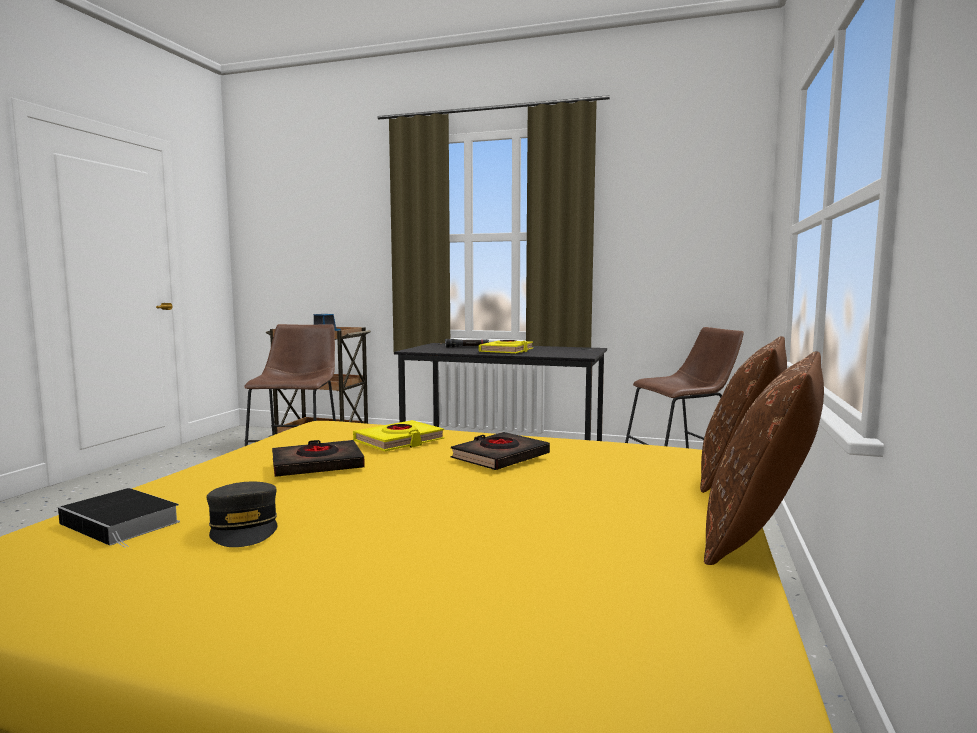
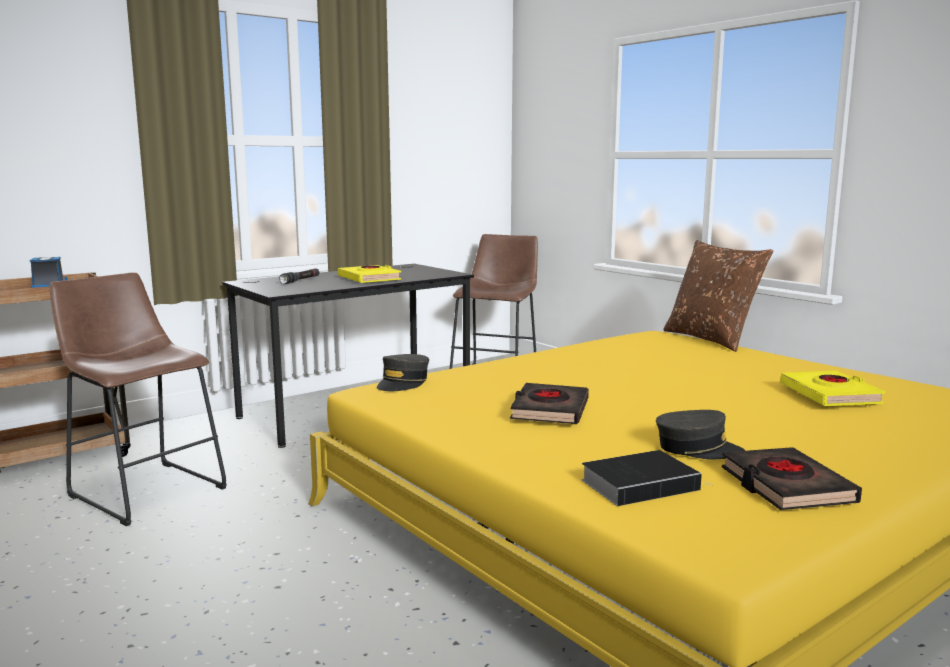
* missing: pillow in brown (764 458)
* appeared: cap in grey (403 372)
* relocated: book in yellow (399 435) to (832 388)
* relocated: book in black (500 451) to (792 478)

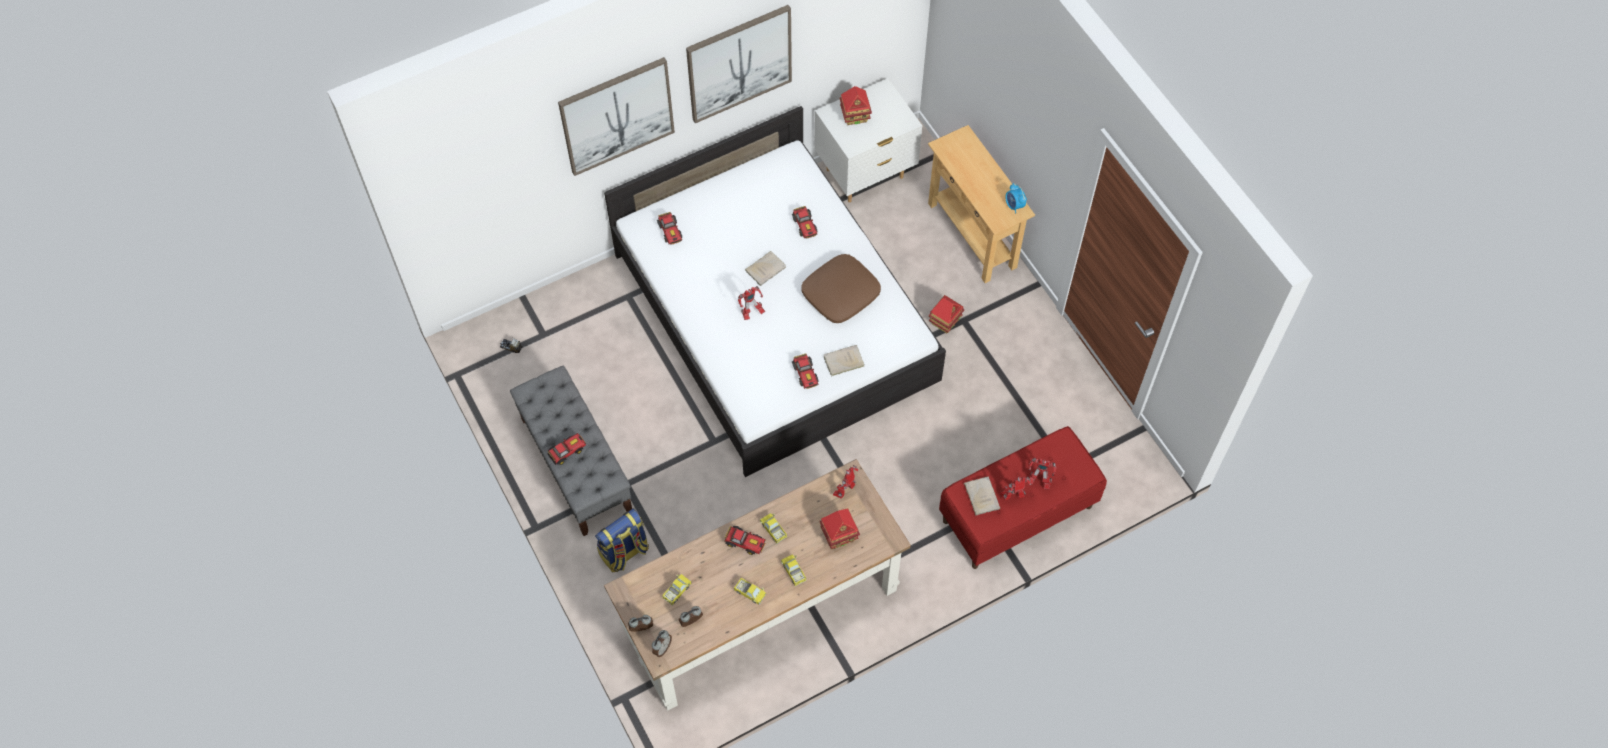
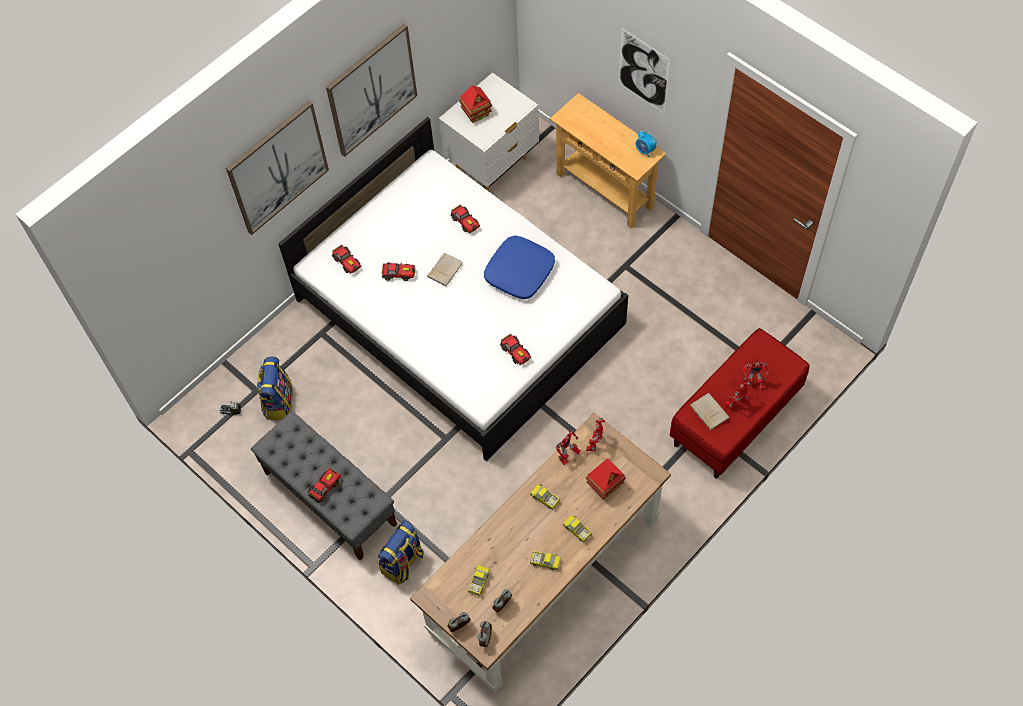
* missing: book in beige (844 361)
* missing: toy house (946 314)
* appeared: backpack (275 388)
* appeared: picture (644 70)
* relocated: toy car (745 540) to (399 271)
* relocated: toy robot (751 303) to (568 447)
* colour: pillow in brown (841 288) to pillow in blue (519 267)

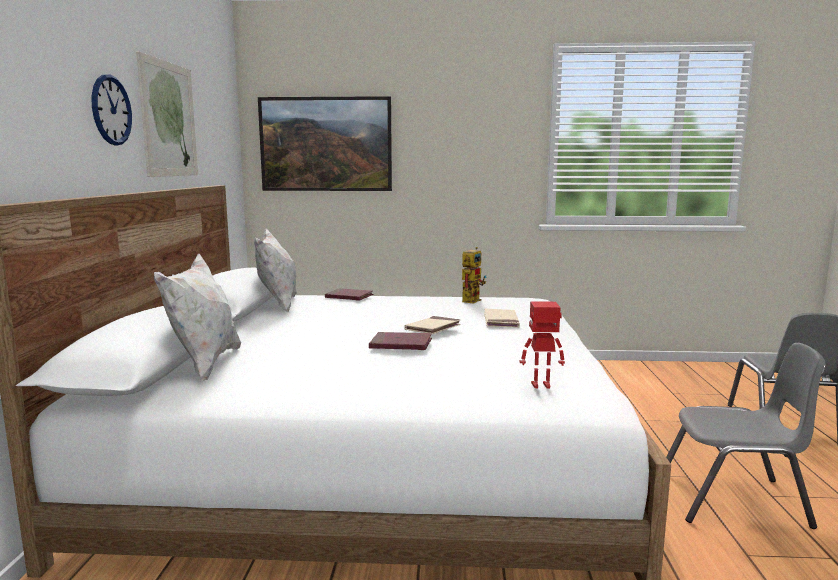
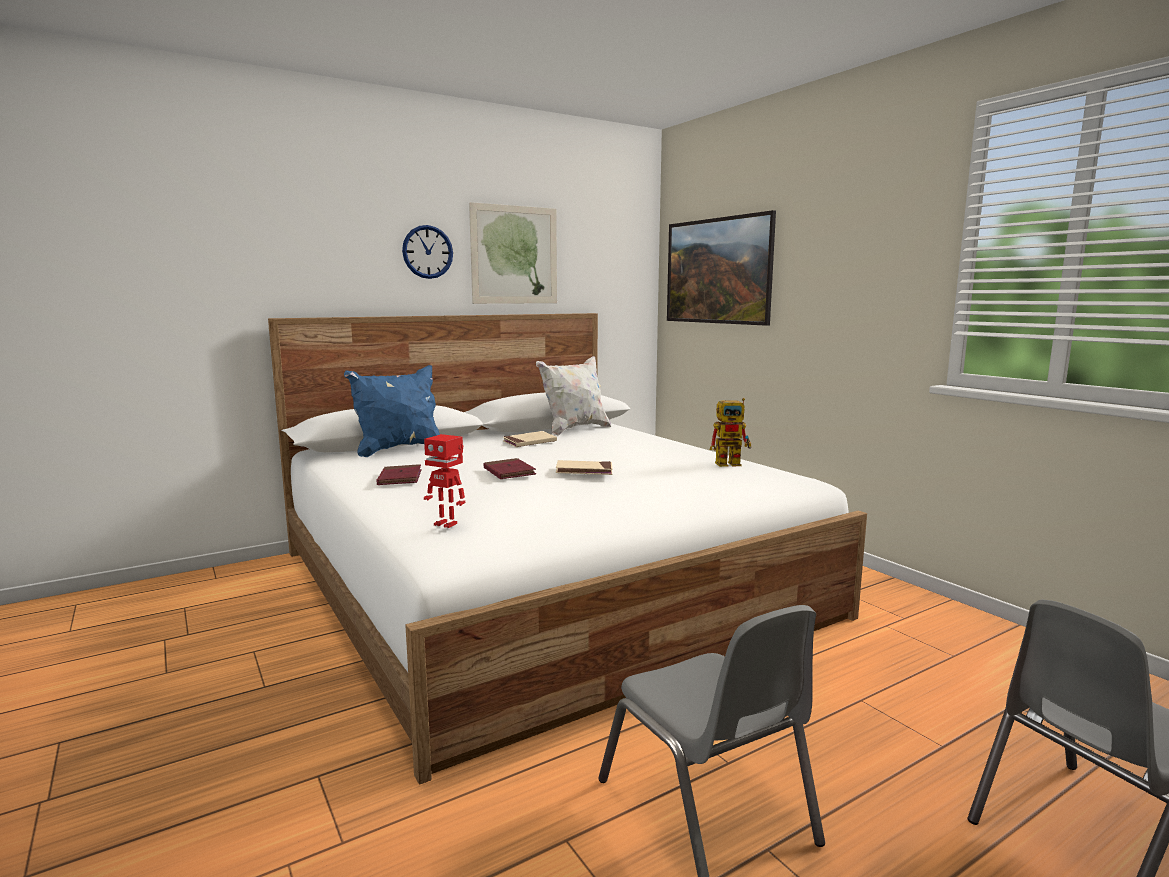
* relocated: book in red (349 294) to (399 474)
* relocated: book in beige (502 318) to (530 439)
* colour: pillow in white (197 317) to pillow in blue (392 411)
* spun: toy robot (542 345) = (444 481) 150 degrees clockwise

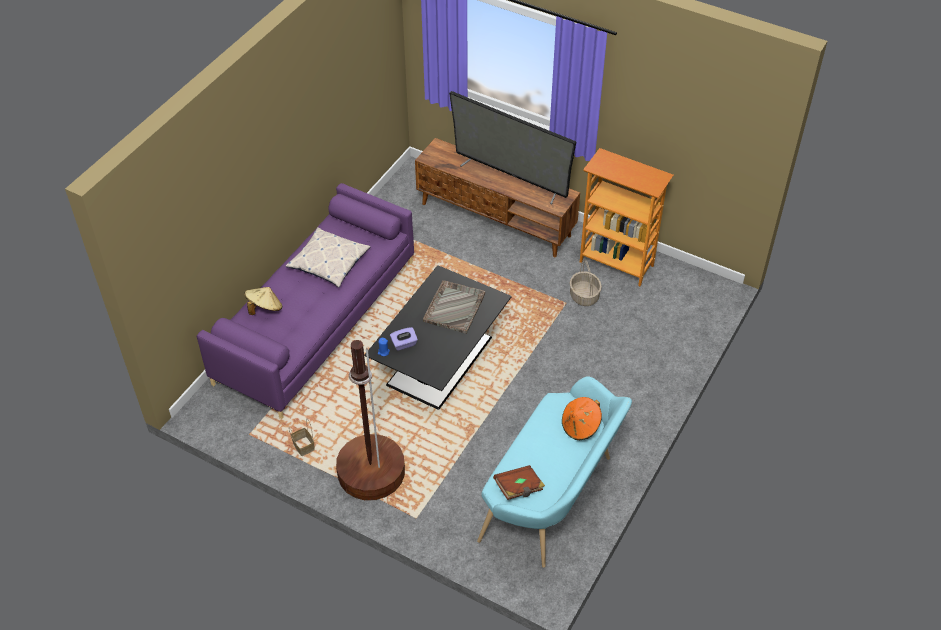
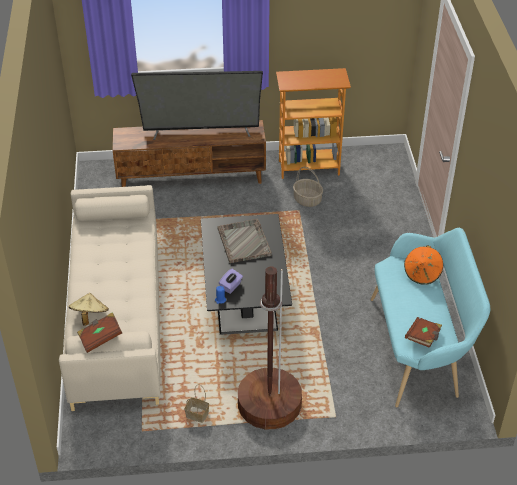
* missing: pillow (328 257)
* appeared: book in brown (99 332)
* colour: sofa in purple (305 301) to sofa in beige (109 298)

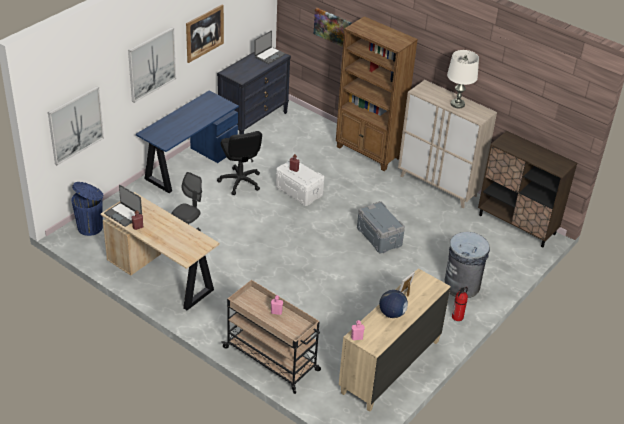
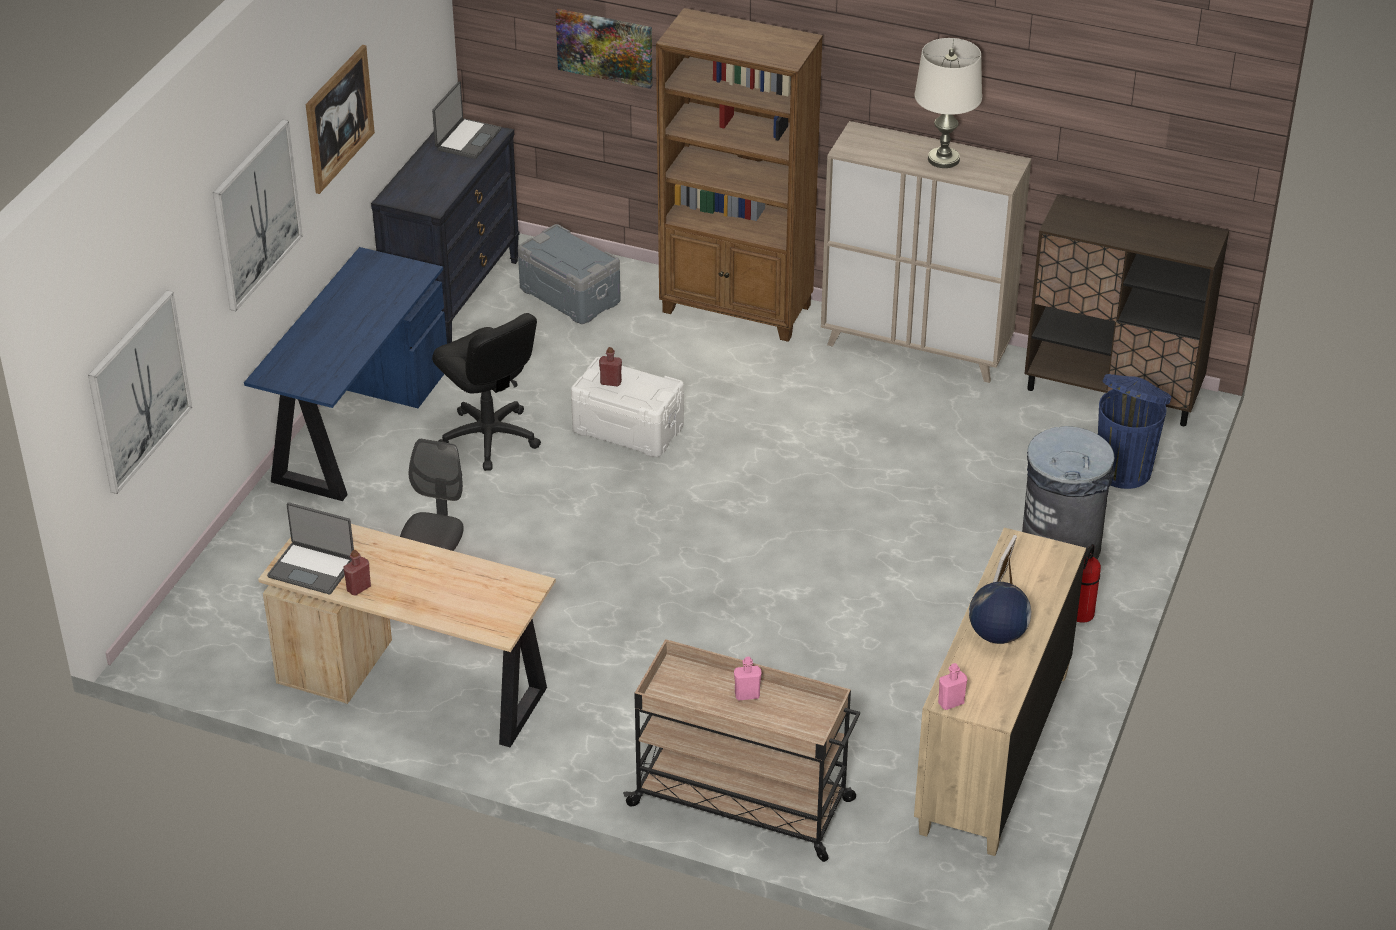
* relocated: trash can in blue (87 209) to (1135 431)
* relocated: storage box in grey (381 227) to (569 274)

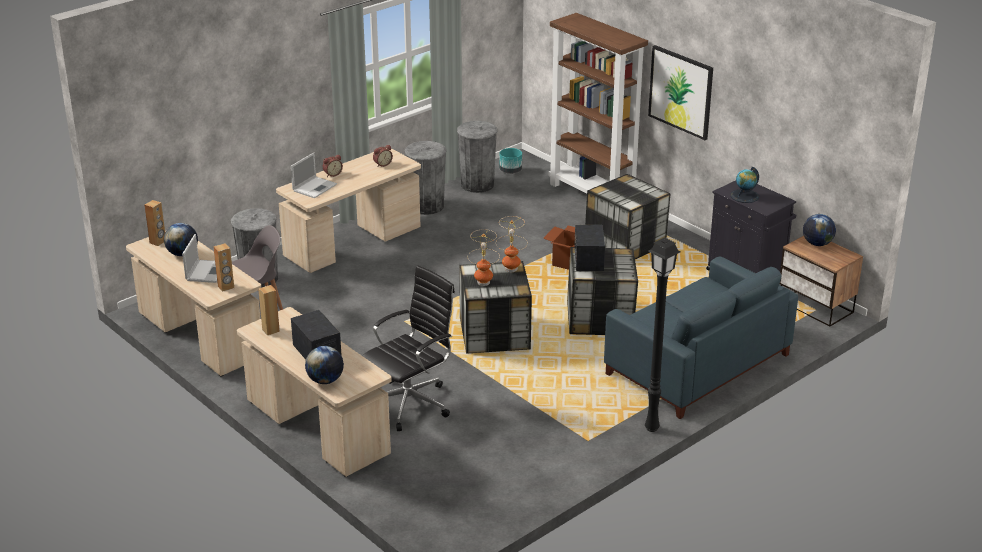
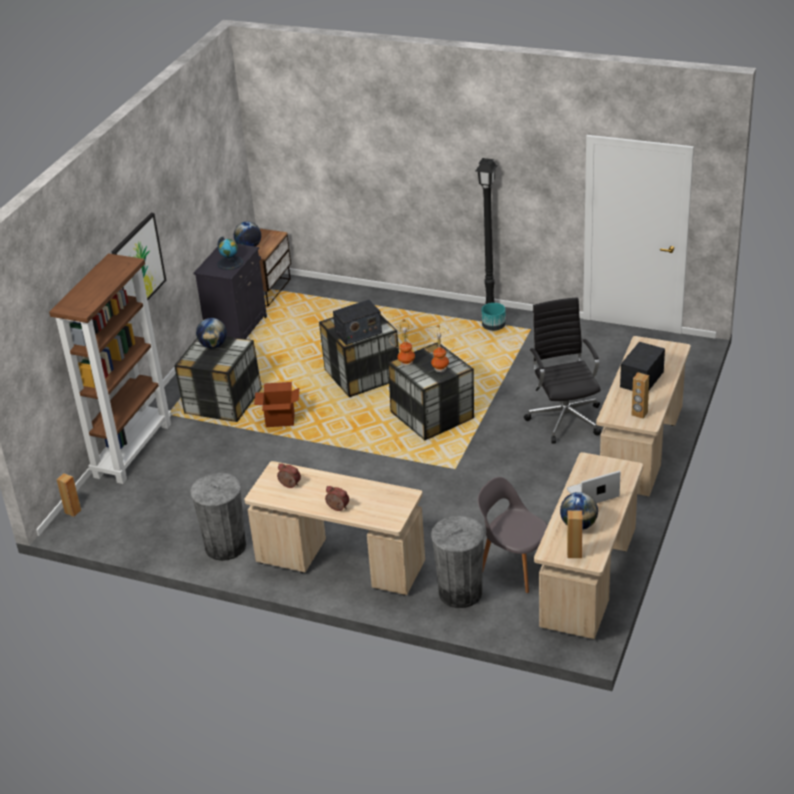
* missing: laptop (314 175)
* missing: trash can in grey (477 157)
* missing: sofa in blue (701 337)
* relocated: speaker in brown (223 267) to (69 495)
* relocated: globe (324 365) to (211 333)
* relocated: planter in turquoise (510 161) to (493 317)
* spun: office chair in black (408 348) = (562 370) 60 degrees clockwise

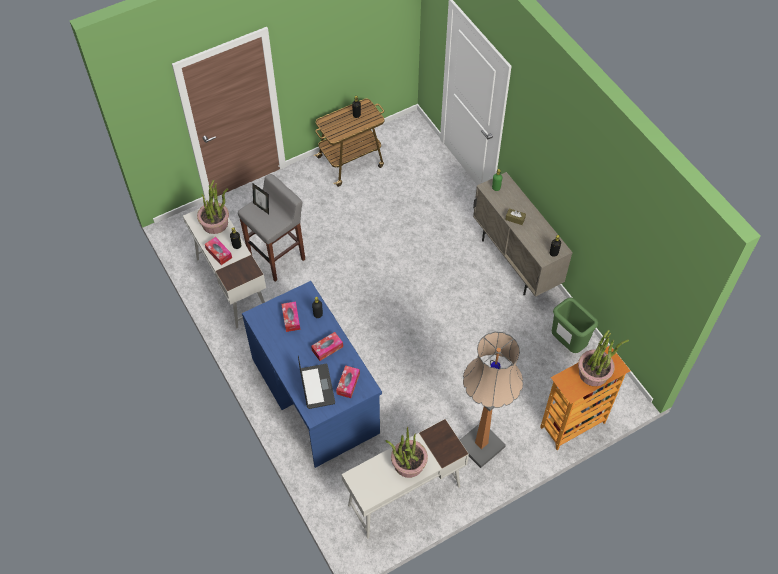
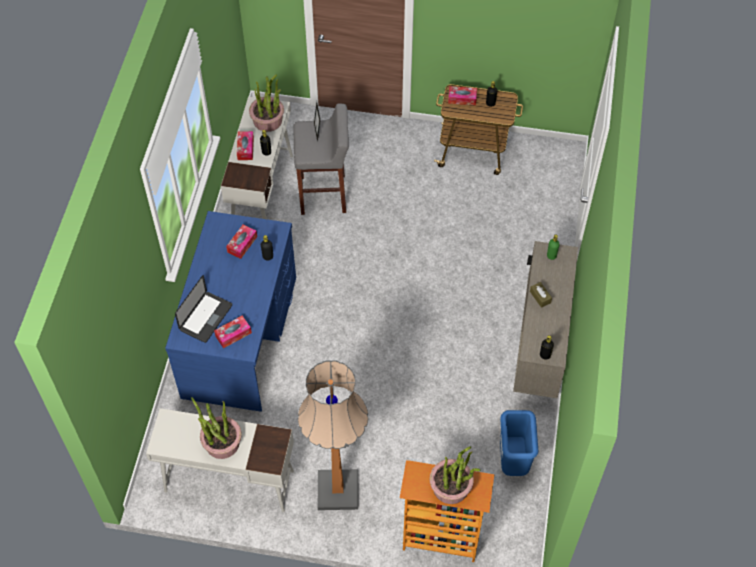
* relocated: tissue box (327 346) to (462 95)
* colour: trash can in green (575 325) to trash can in blue (519 443)

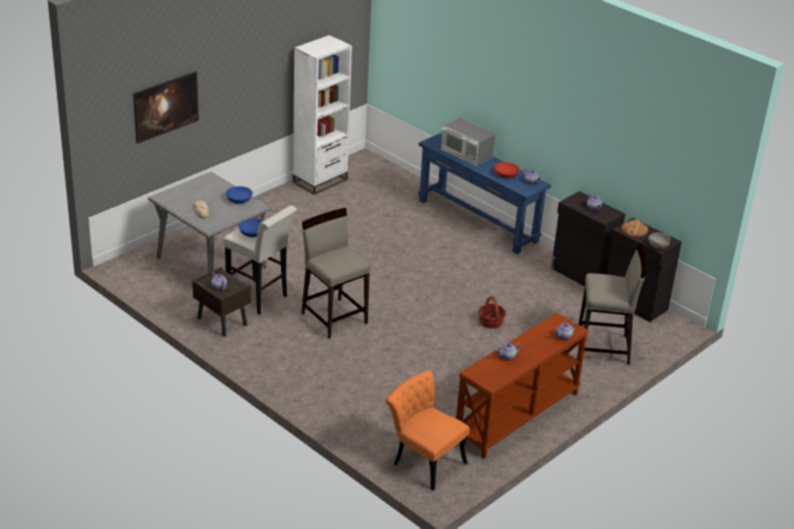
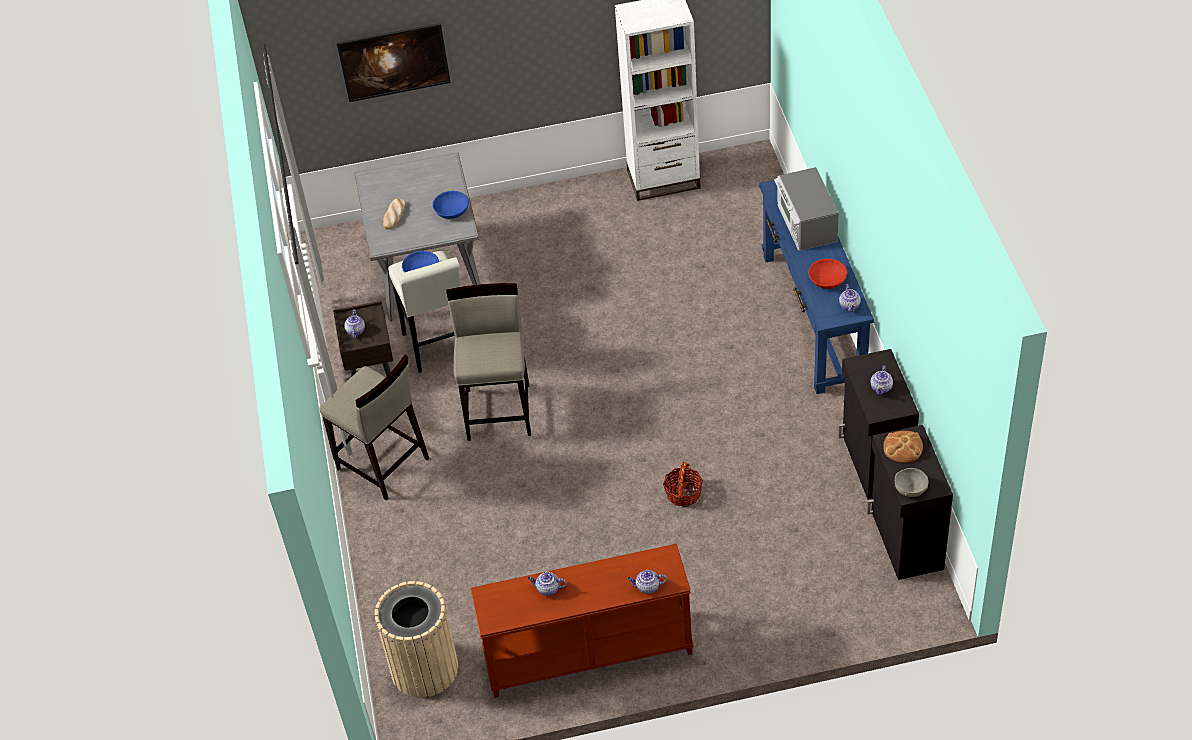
* relocated: stool in beige (613 304) to (374 428)
* exchanged: chair in orange (427 430) to trash can in beige (416 639)

